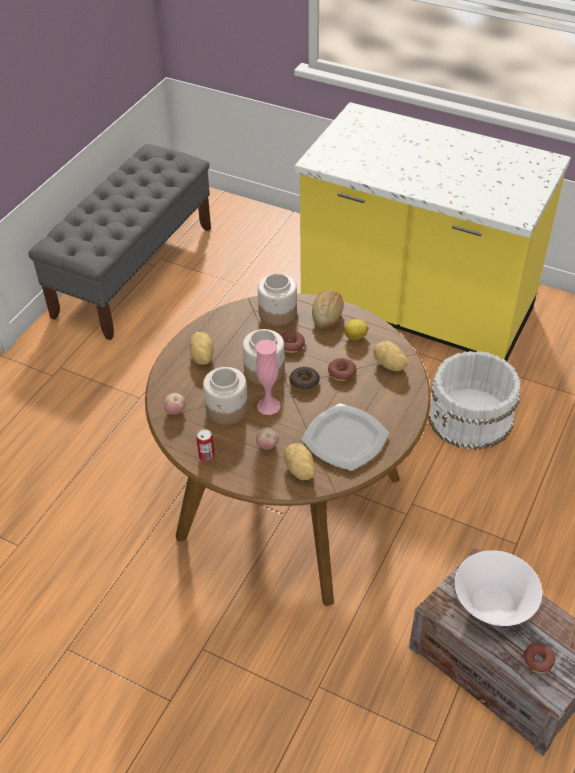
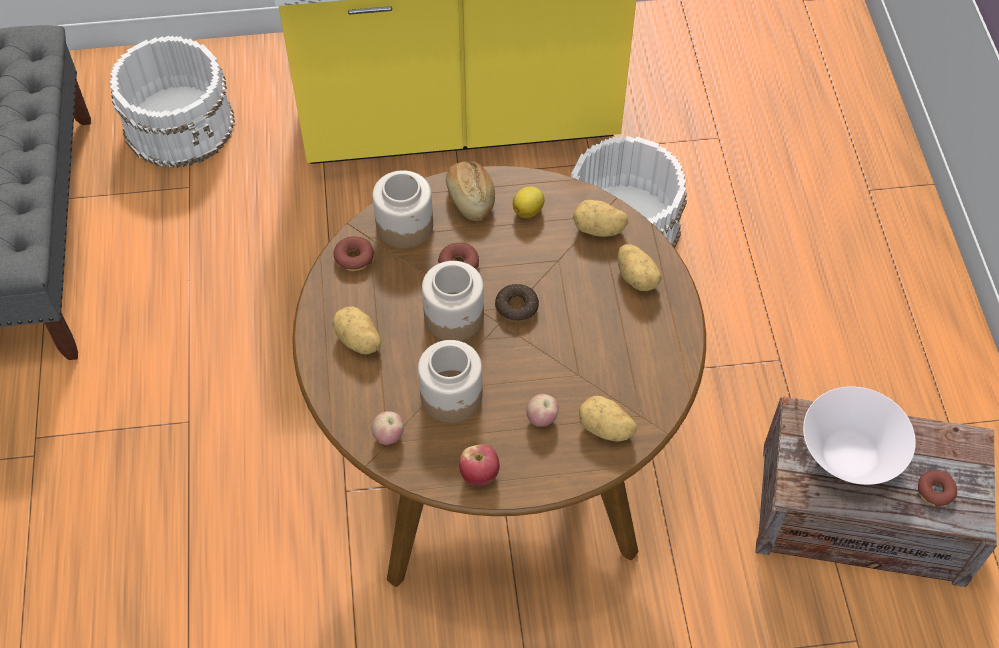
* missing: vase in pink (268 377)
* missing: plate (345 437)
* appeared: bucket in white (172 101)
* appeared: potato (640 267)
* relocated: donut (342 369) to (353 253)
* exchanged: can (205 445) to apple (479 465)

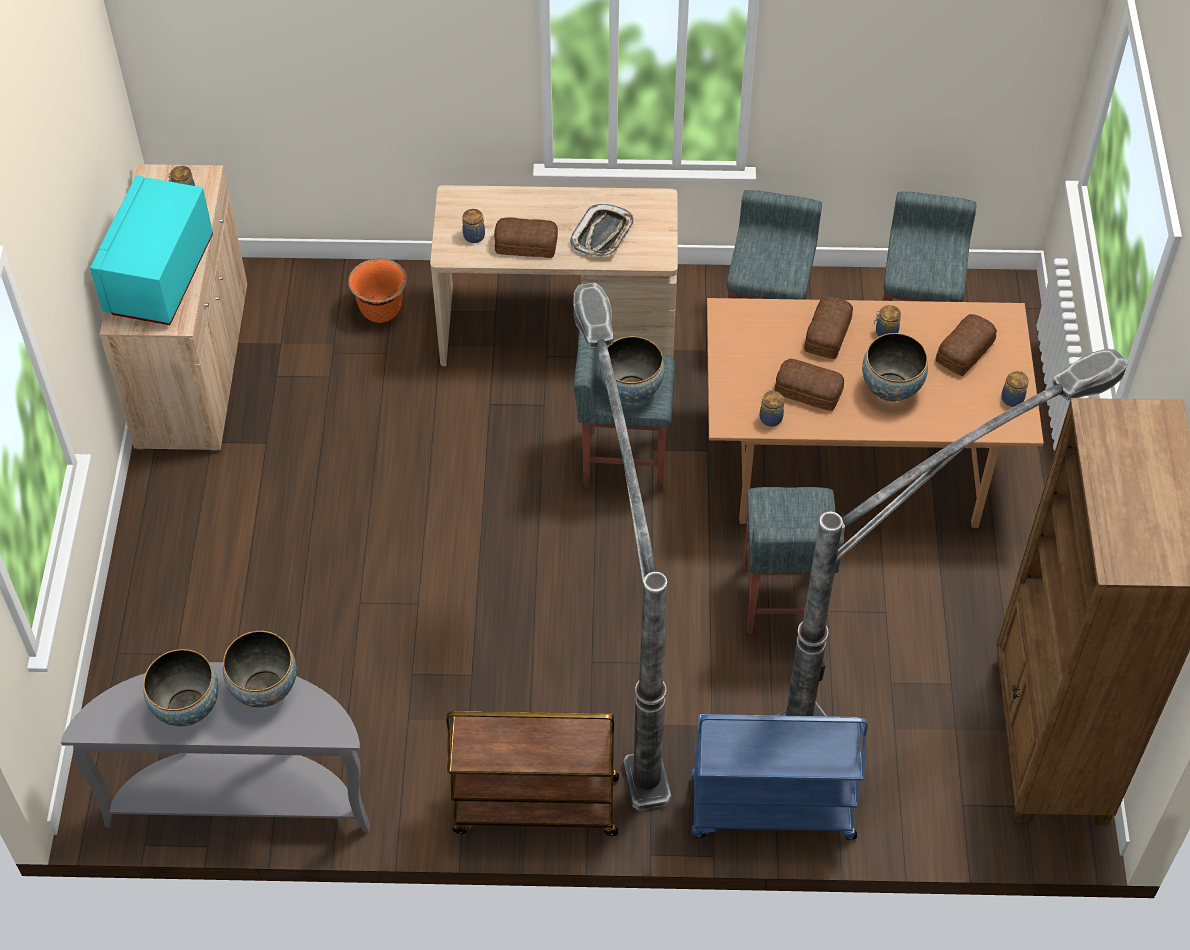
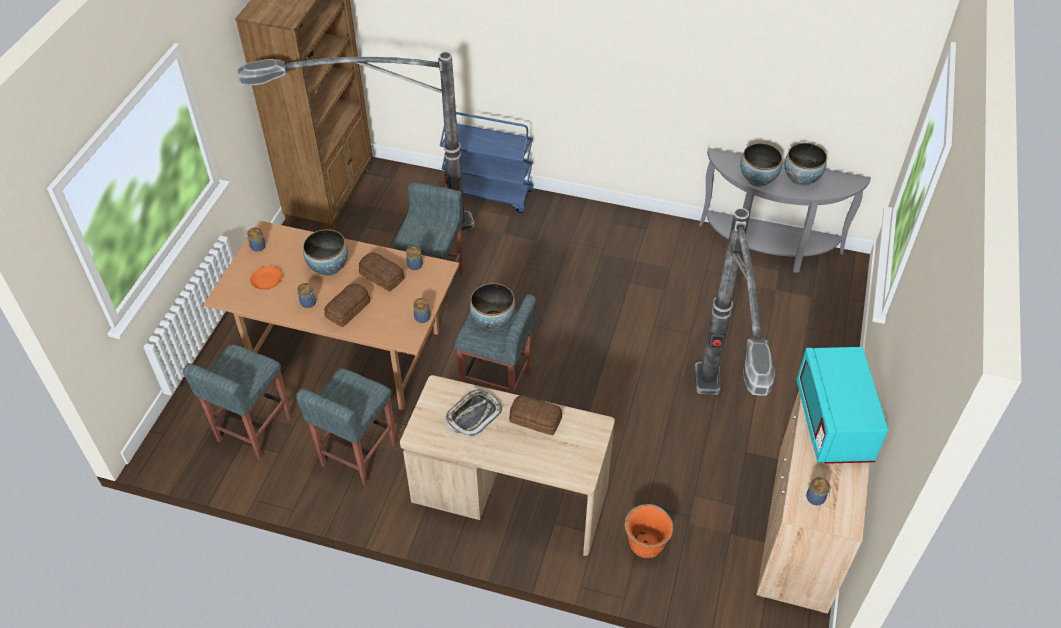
* missing: cart in brown (532 773)
* relocated: jar (473 226) to (422 310)
* relocated: floor lamp (622 547) to (735 302)
* exchanged: bread (966 345) to plate in orange (266 278)
* spun: microwave in turquoise (151 250) = (842 405) 150 degrees clockwise

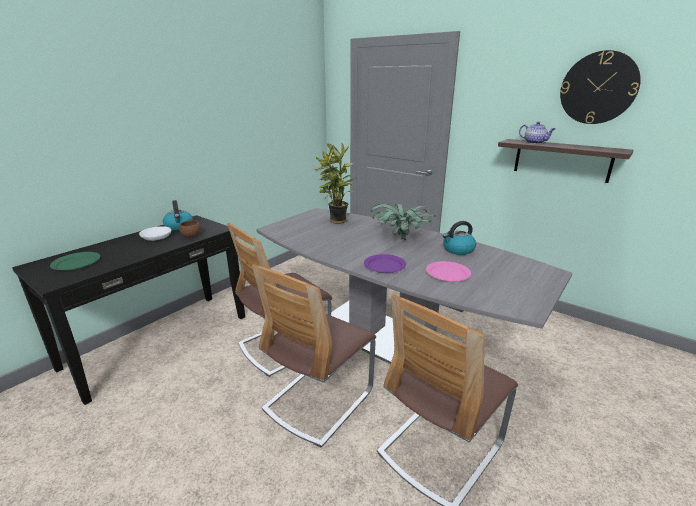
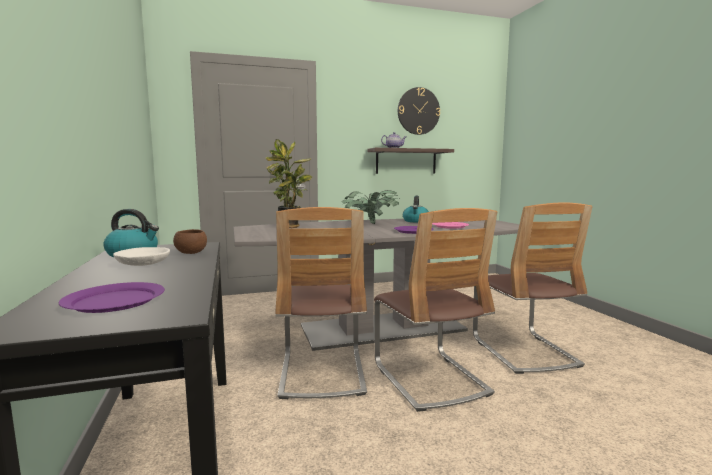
* colour: plate in green (75 261) to plate in purple (112 297)

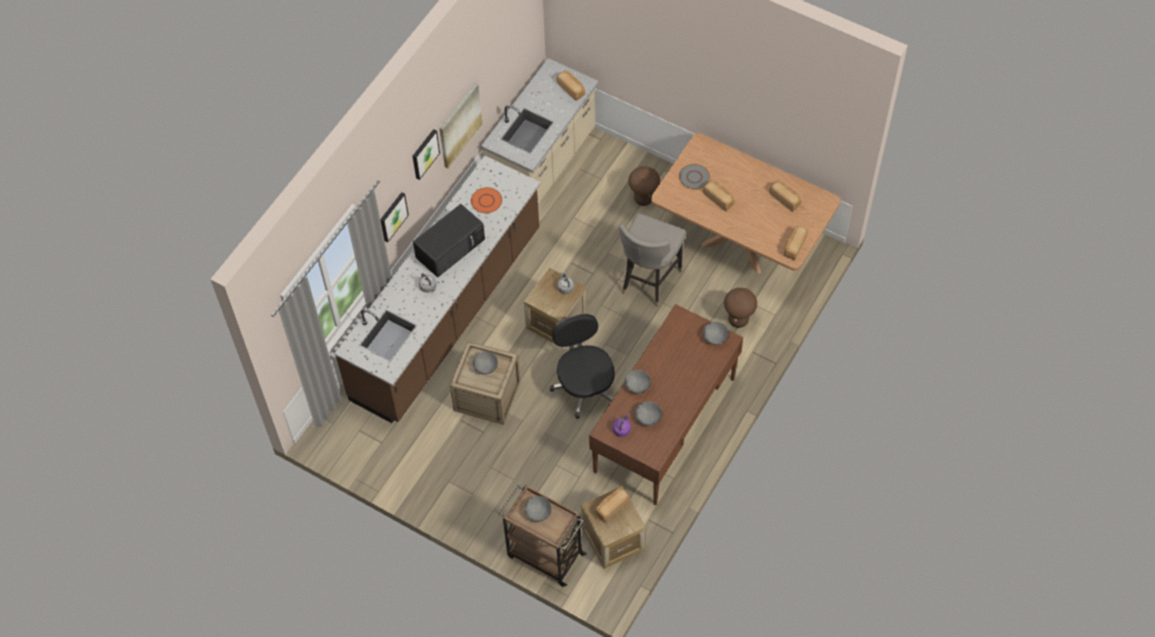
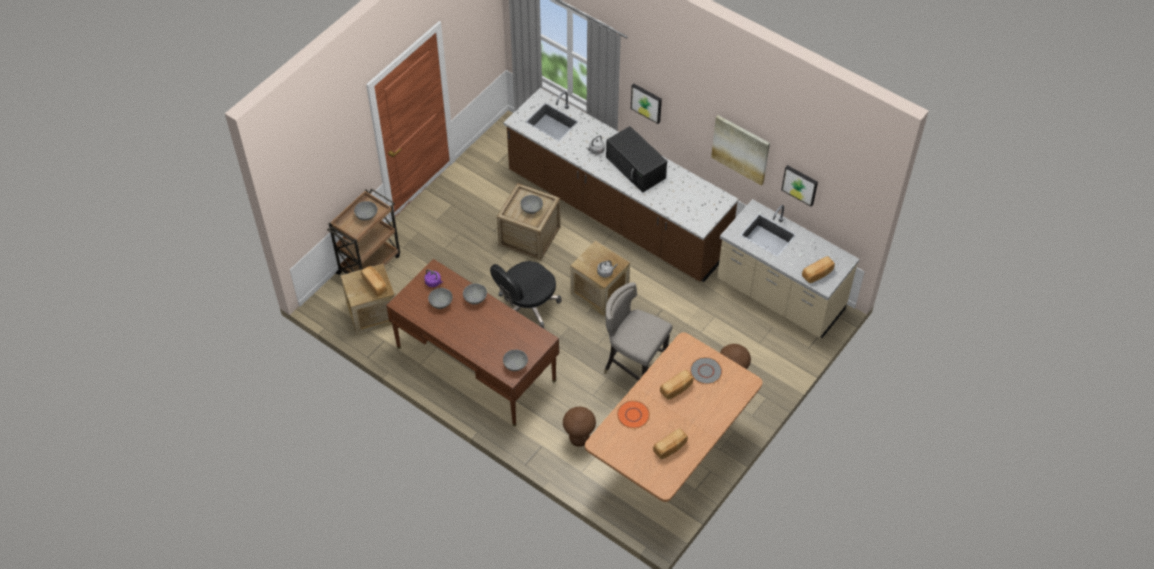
* missing: bread (796 243)
* relocated: picture (426 154) to (799 186)
* relocated: plate in orange (486 200) to (633 414)
* spun: office chair in black (582 366) = (526 294) 150 degrees clockwise

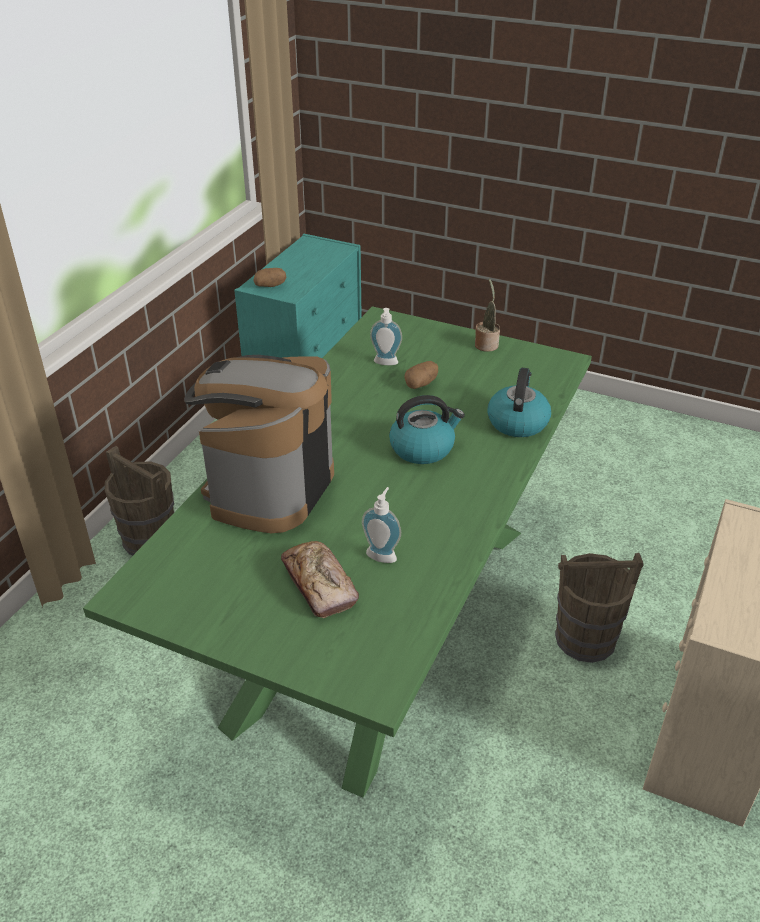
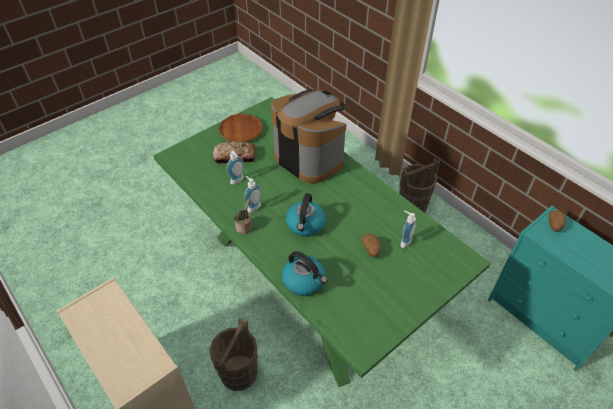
* appeared: plate in brown (241 127)
* appeared: soap dispenser (252 194)
* relocated: potted plant (487 315) to (243 216)

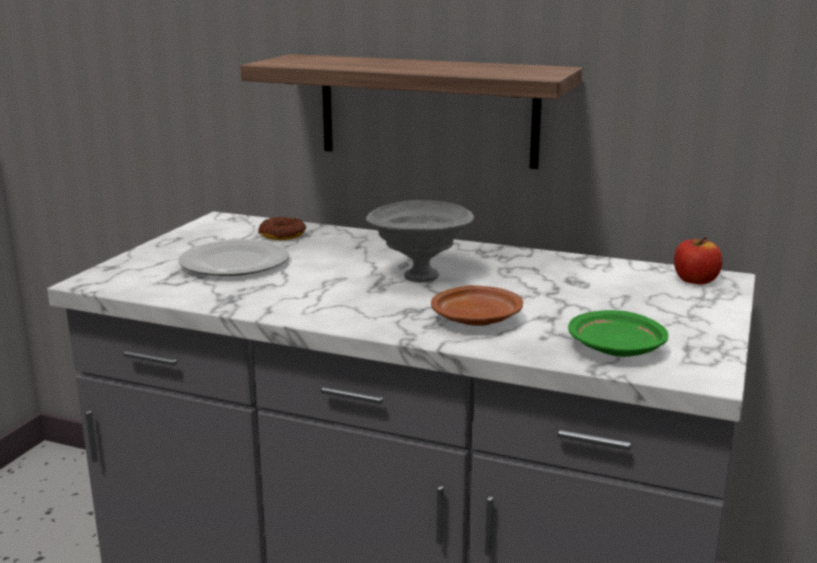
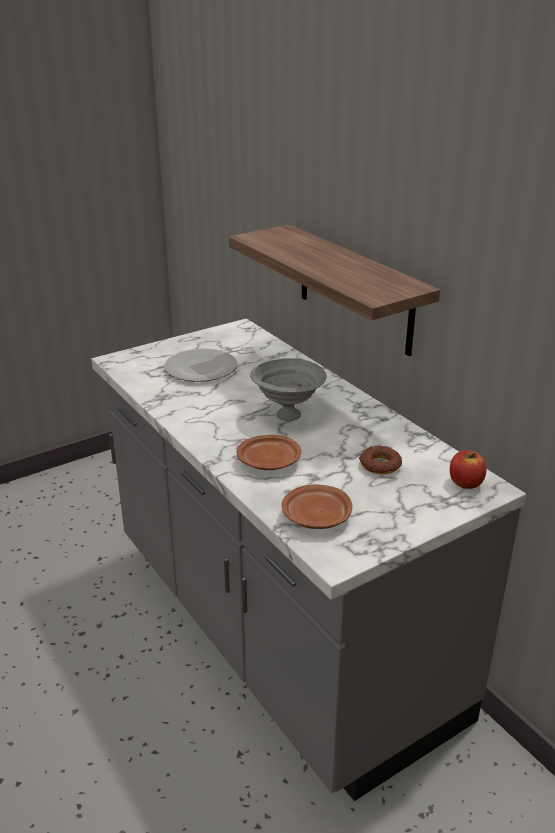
* relocated: donut (282 228) to (380 459)
* colour: plate in green (618 333) to plate in brown (317 507)

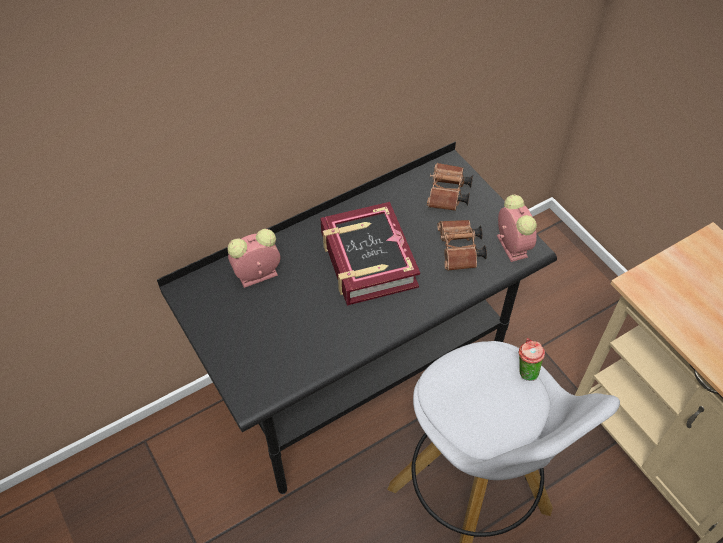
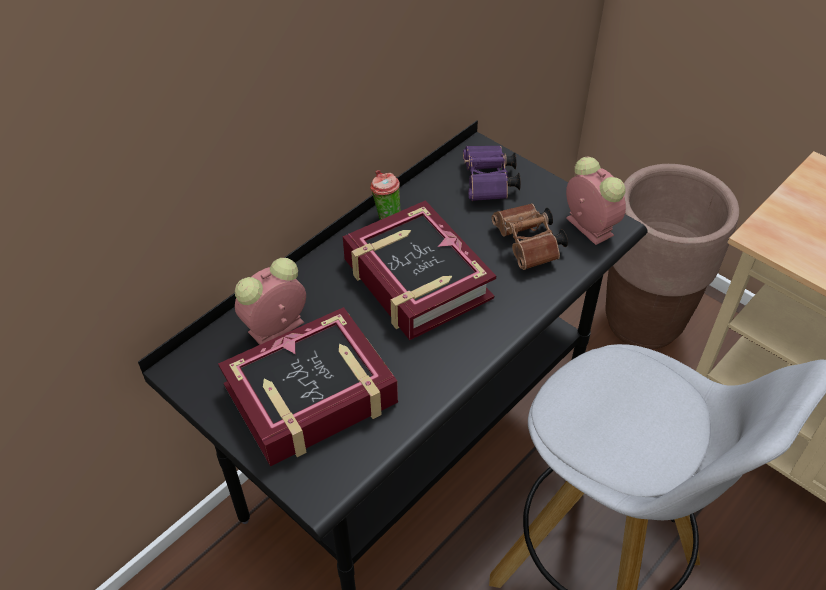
* appeared: book (308 387)
* appeared: planter in brown (672 256)
* relocated: cup (532 359) to (385 195)
* colour: binoculars in brown (450 187) to binoculars in purple (492 173)

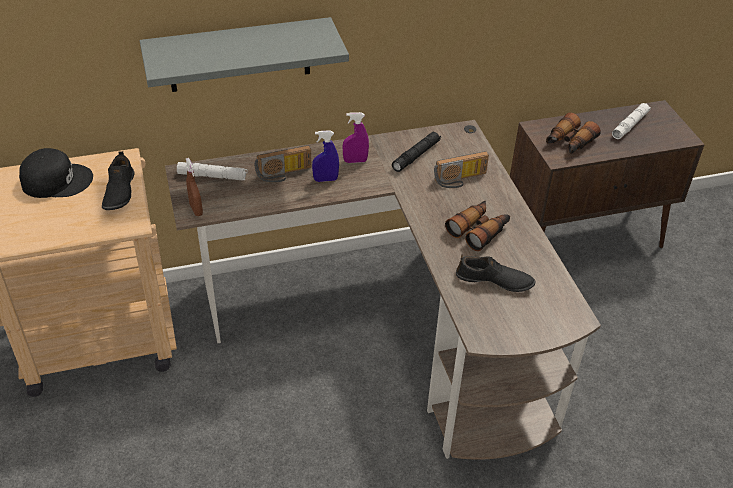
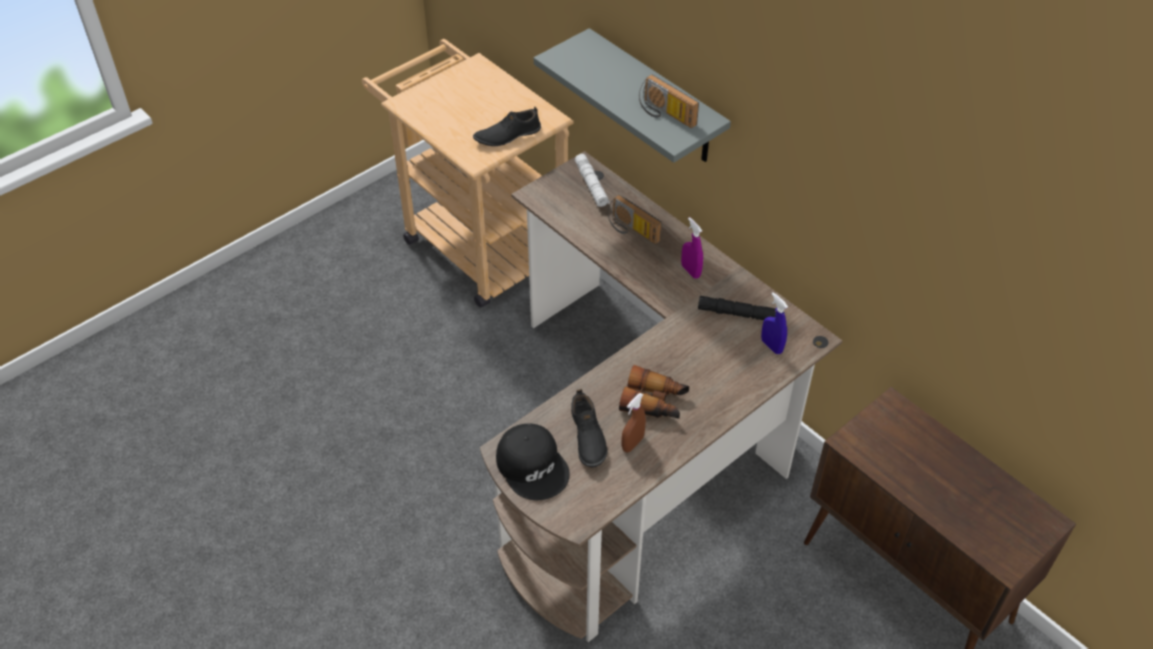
* missing: binoculars (573 133)
* missing: flashlight in white (631 121)
* relocated: cap in black (56 173) to (533 462)
* relocated: spray bottle in brown (194 187) to (634 423)
* relocated: spray bottle in blue (325 156) to (774 323)
* relocated: radio (461 169) to (669 101)

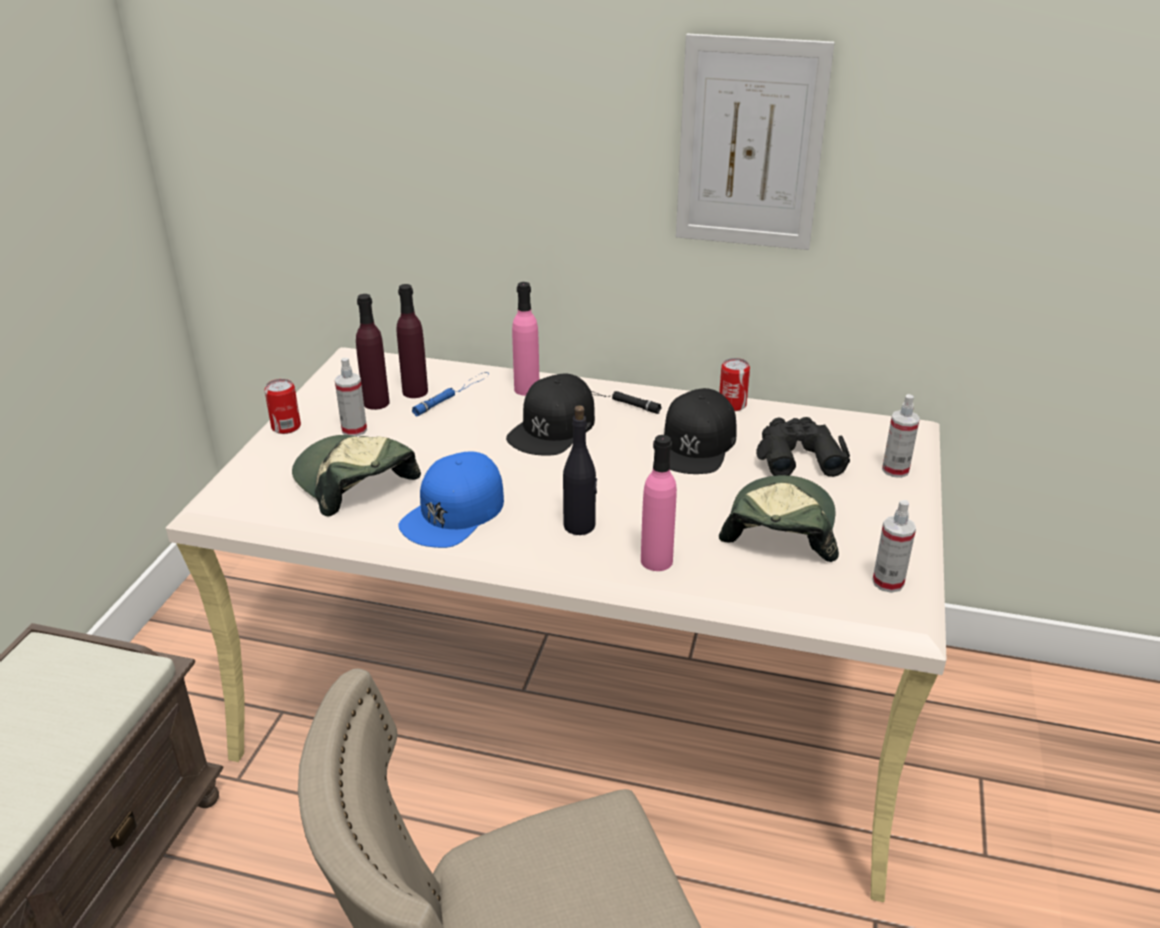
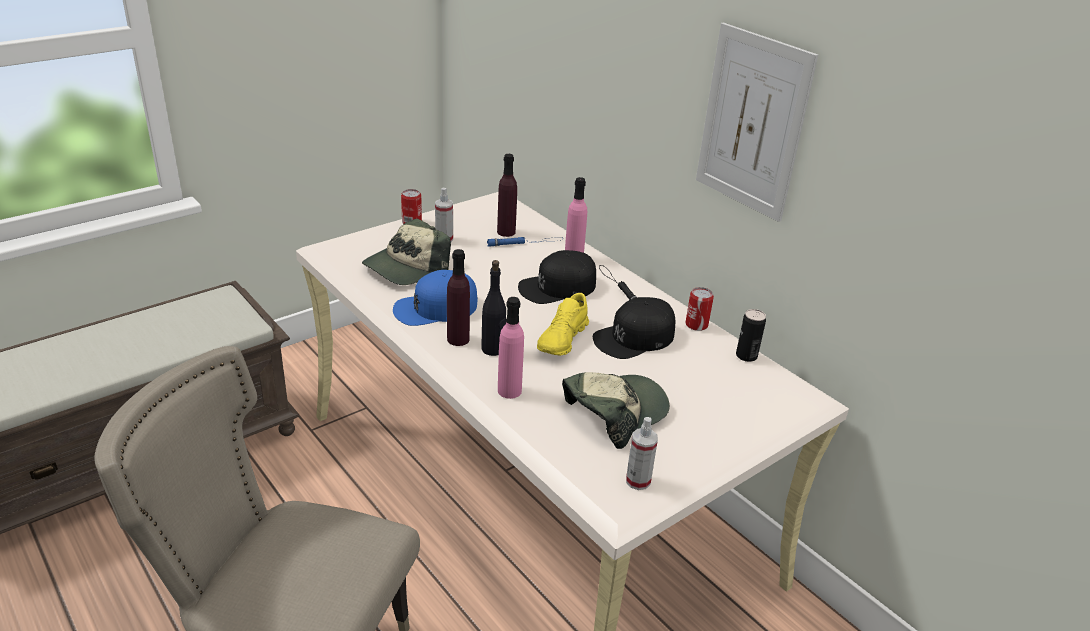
* missing: binoculars in black (803 447)
* missing: spray bottle (901 436)
* appeared: shoe in yellow (563 324)
* appeared: can (751 335)
* relocated: bottle in purple (373 352) to (458 297)
* spun: cap (356 476) = (406 252) 135 degrees counterclockwise

